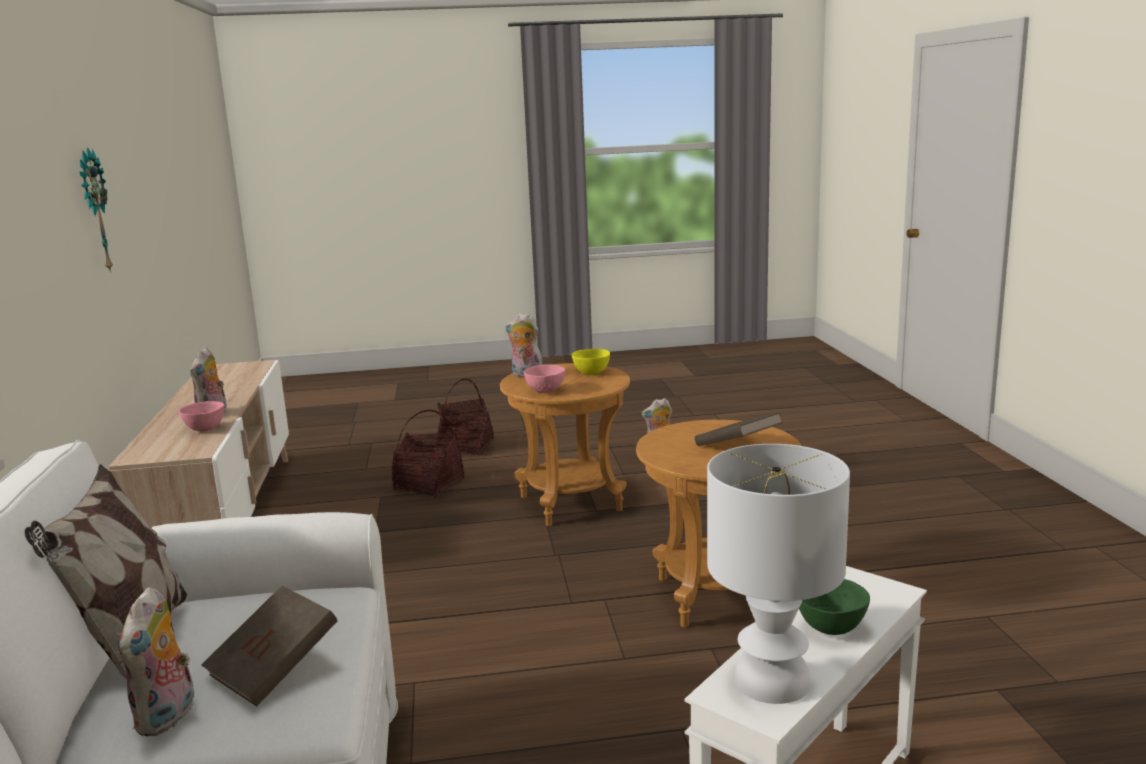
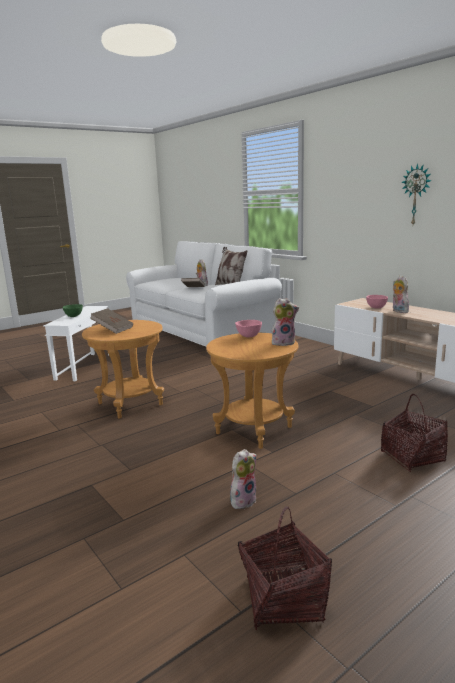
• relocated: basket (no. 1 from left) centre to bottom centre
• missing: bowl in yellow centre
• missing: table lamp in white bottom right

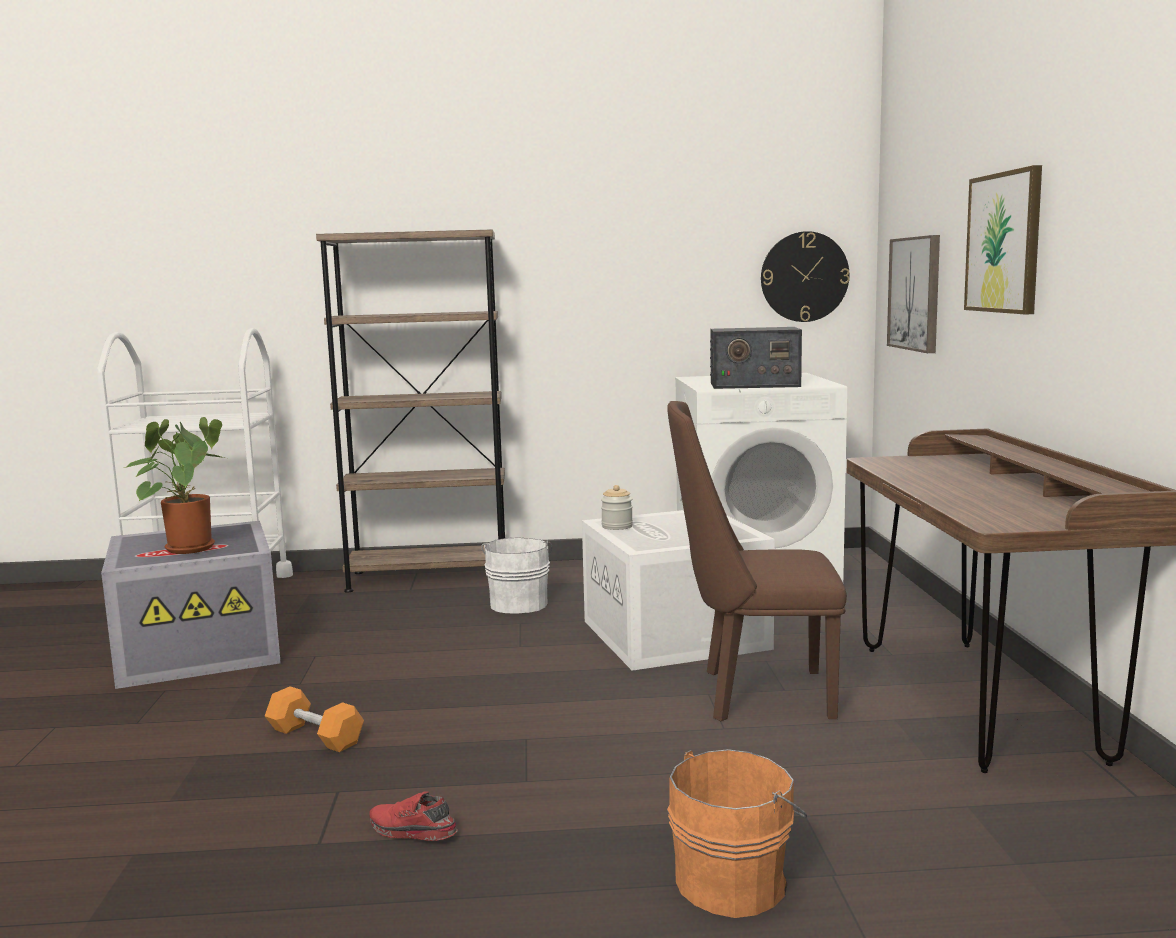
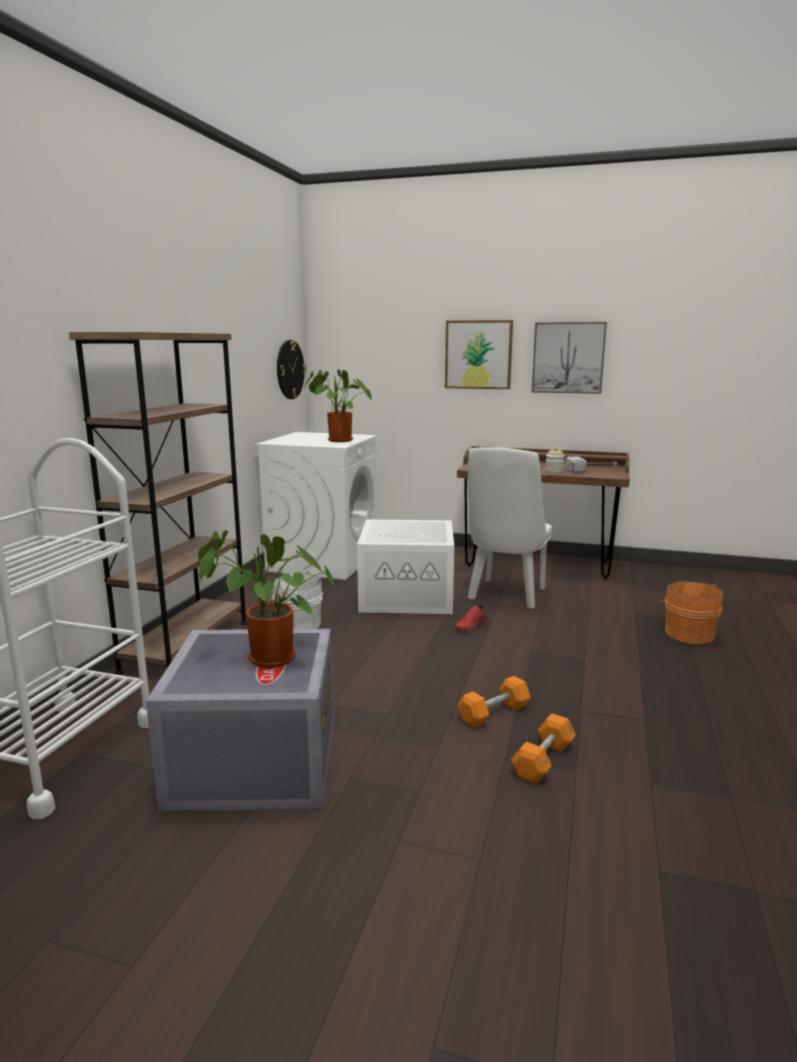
• exchanged: radio centre to potted plant (no. 2 from left) centre
• relocated: shoe in red bottom centre to centre
• colour: chair in brown centre to chair in white centre
• appeared: dumbbell in orange (no. 2 from left) bottom right
• relocated: picture (no. 1 from left in the first image) top right to picture (no. 2 from left) middle right
• relocated: jar centre to middle right
• appeared: hammer middle right

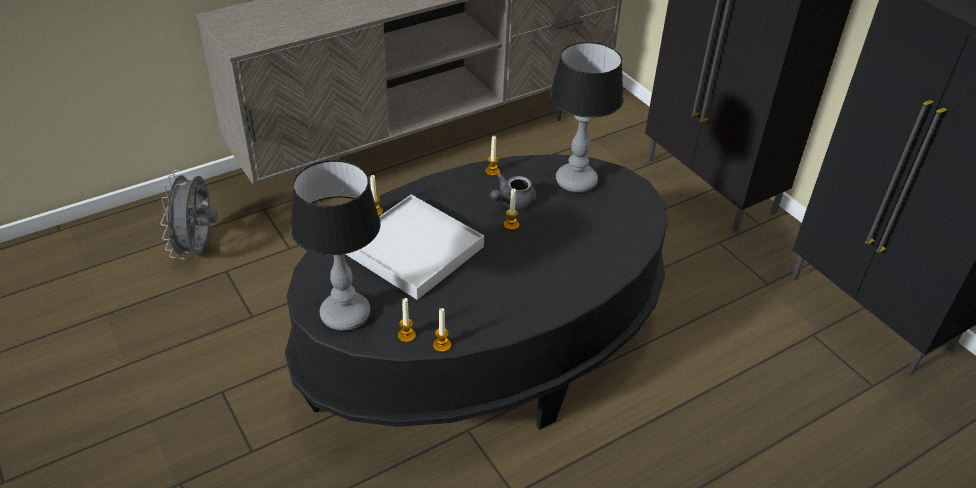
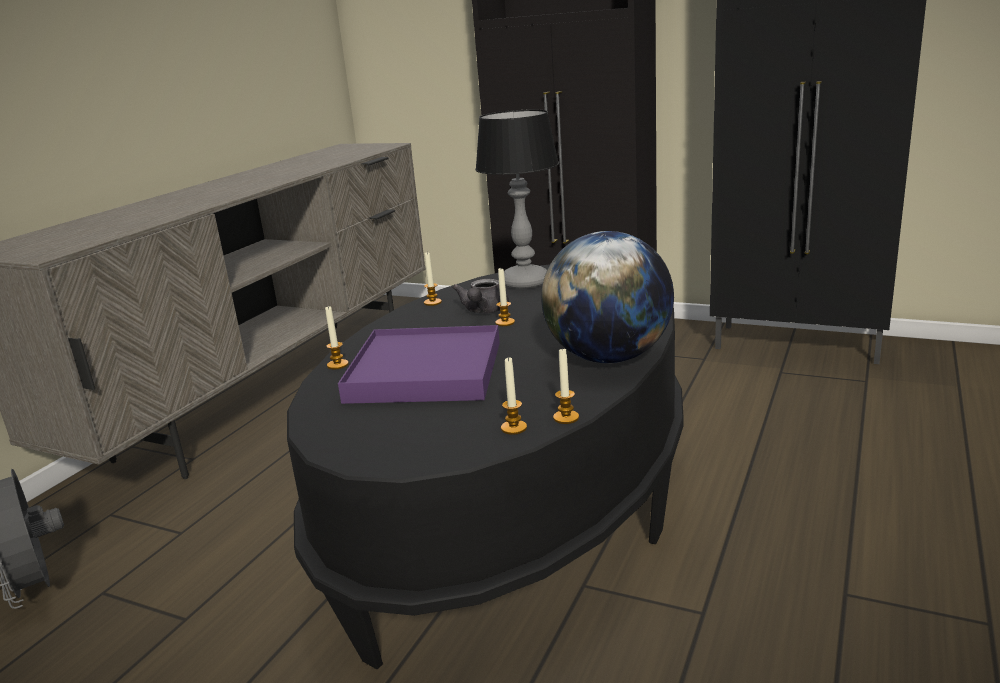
• colour: tray in white centre to tray in purple centre
• appeared: globe centre
• missing: table lamp (no. 1 from left) centre

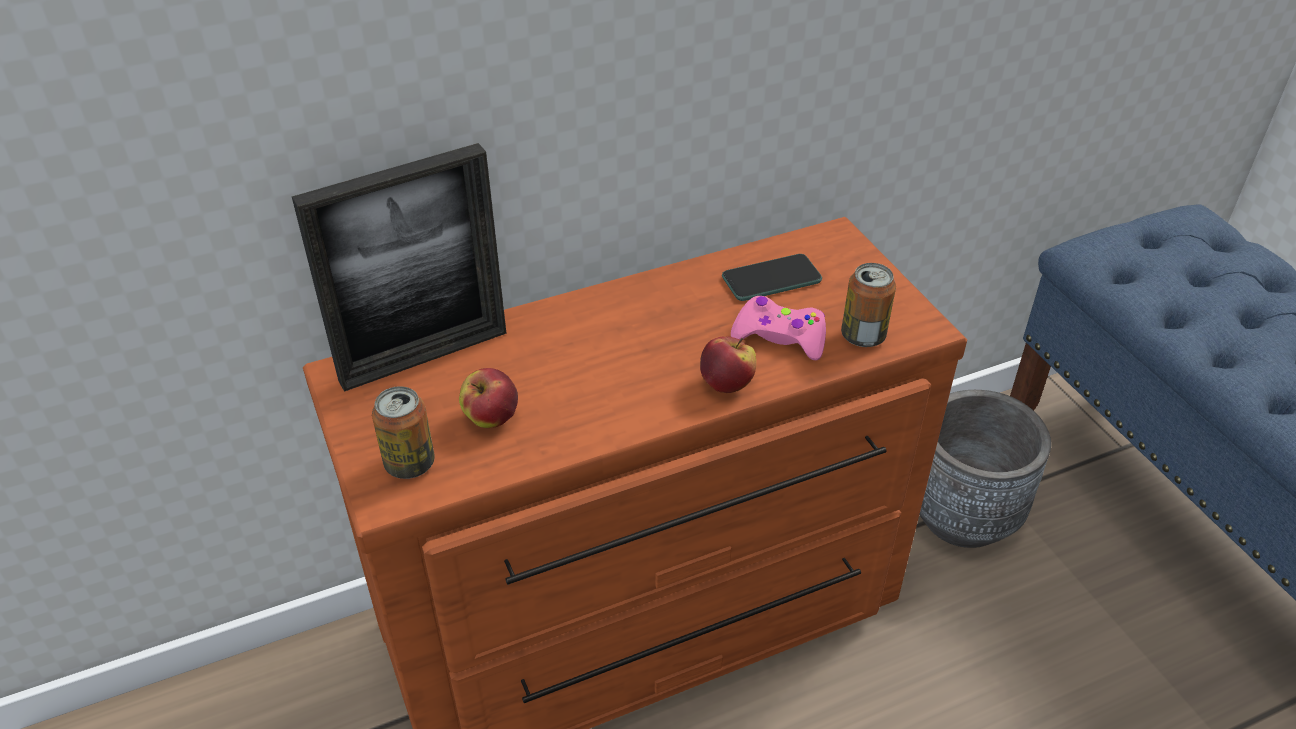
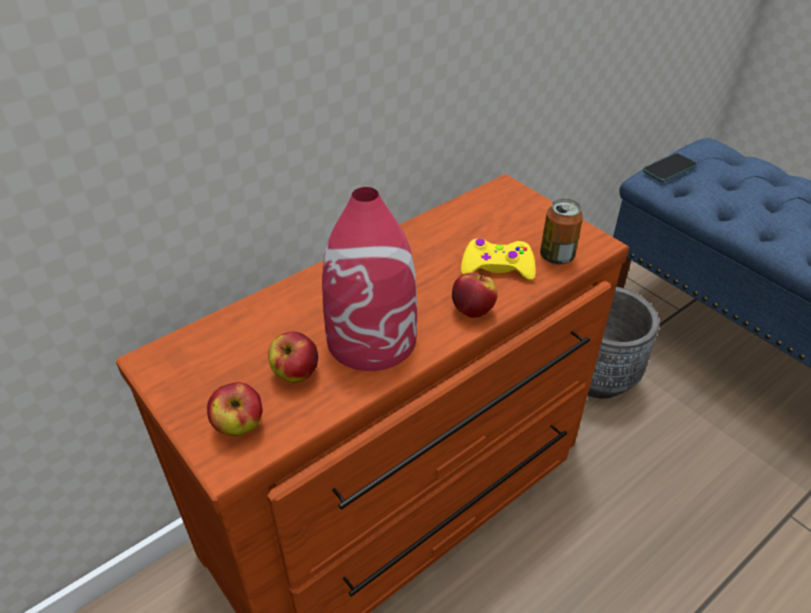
• exchanged: can (no. 1 from left) middle left to apple (no. 1 from left) bottom left
• appeared: vase in red centre
• colour: game controller in pink centre to game controller in yellow centre
• relocated: phone centre to top right
• missing: picture frame middle left

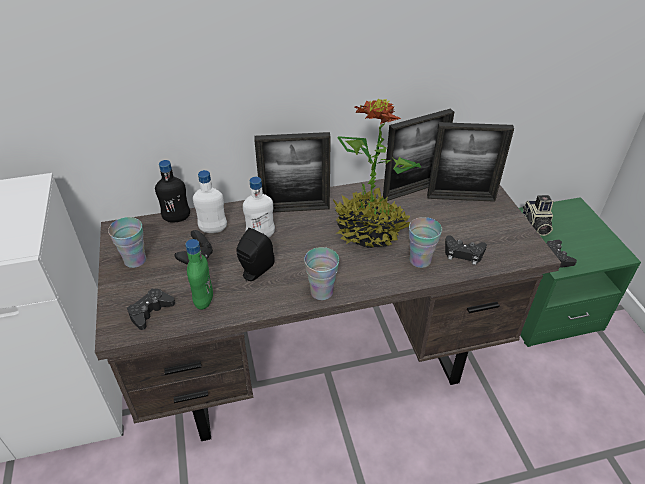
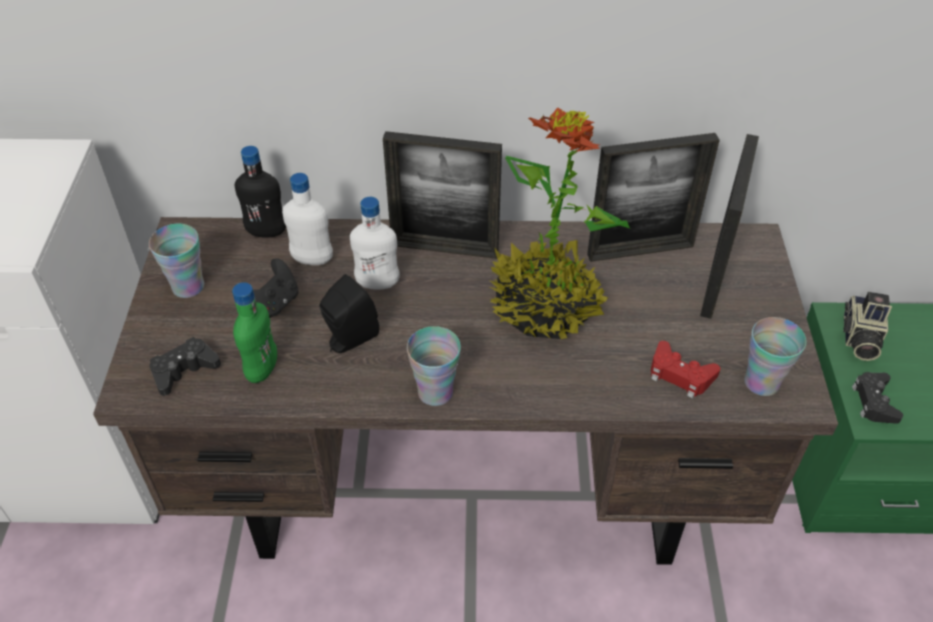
• colour: game controller in black (no. 3 from left) middle right to game controller in red middle right
• spun: picture frame (no. 3 from left) middle right = middle right 90 degrees counterclockwise
• relocated: cup (no. 3 from left) centre to middle right

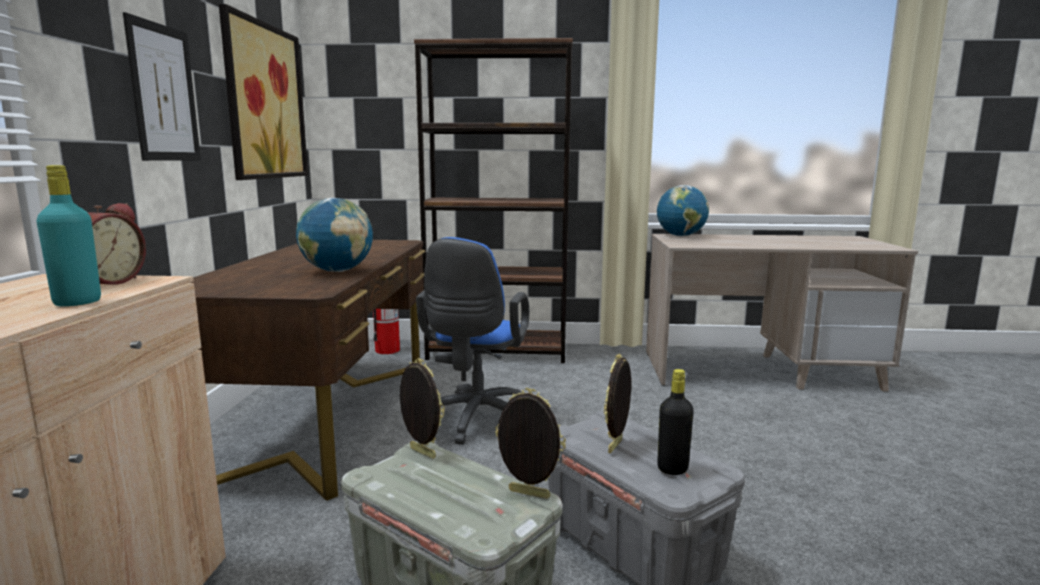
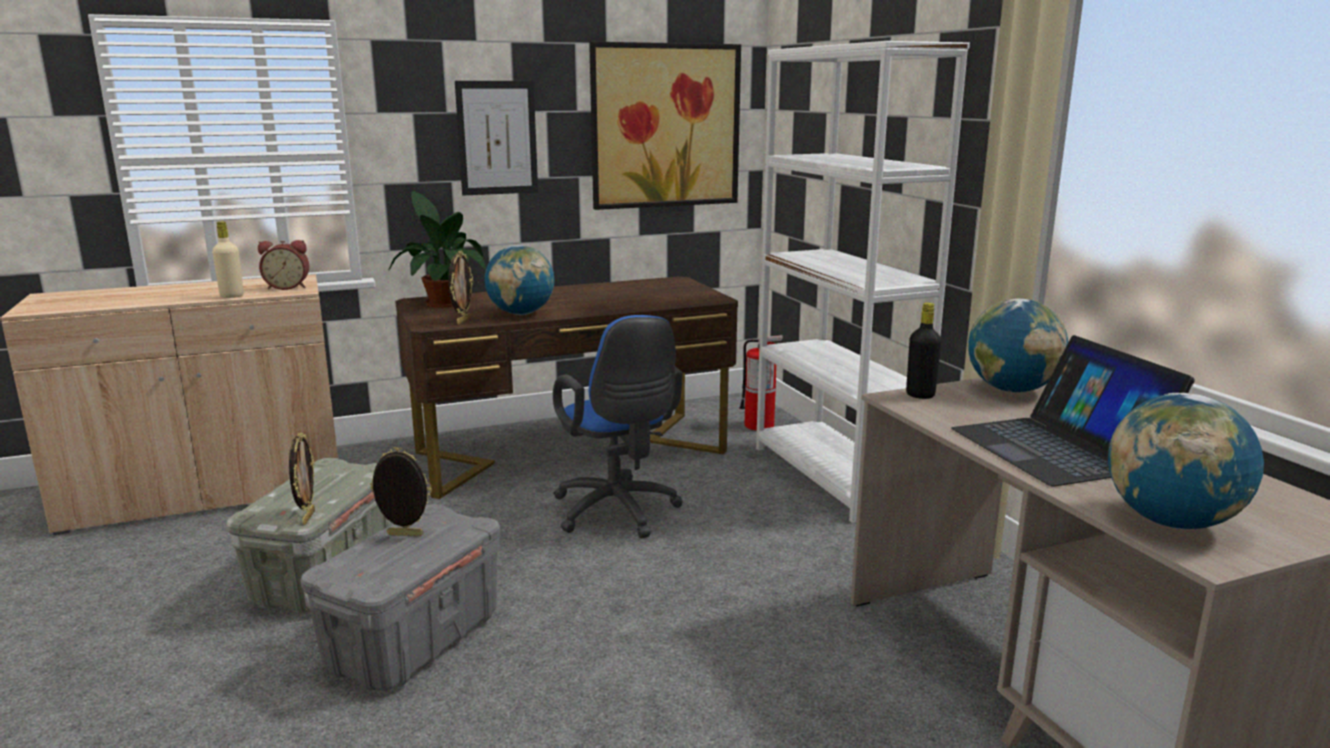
• colour: bottle in turquoise middle left to bottle in beige middle left
• appeared: potted plant top left
• relocated: picture frame (no. 1 from left in the first image) bottom centre to picture frame (no. 3 from left) centre
• spun: office chair in blue centre = centre 105 degrees counterclockwise
• colour: bookcase in brown centre to bookcase in white centre
• relocated: bottle in black bottom centre to middle right
• appeared: laptop middle right
• appeared: globe (no. 3 from left) middle right

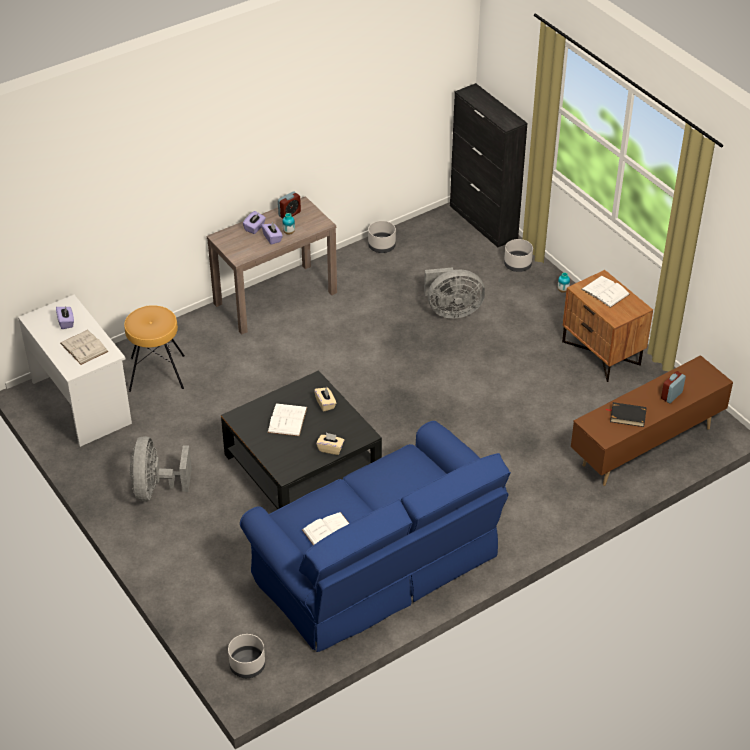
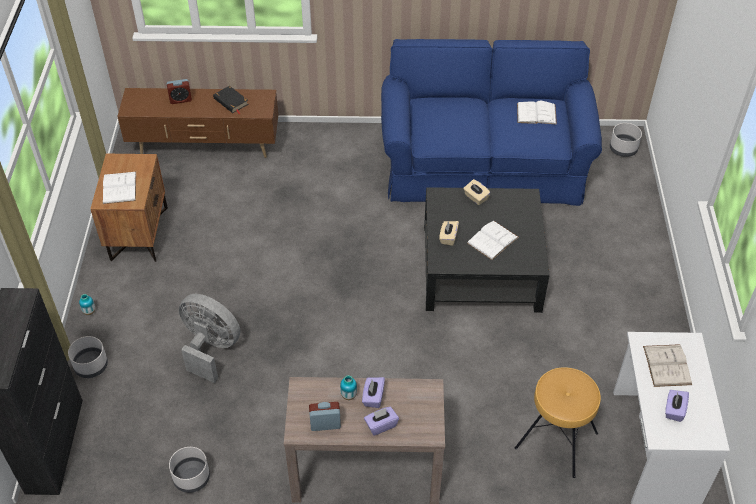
• missing: fan in grey (no. 1 from left) middle left

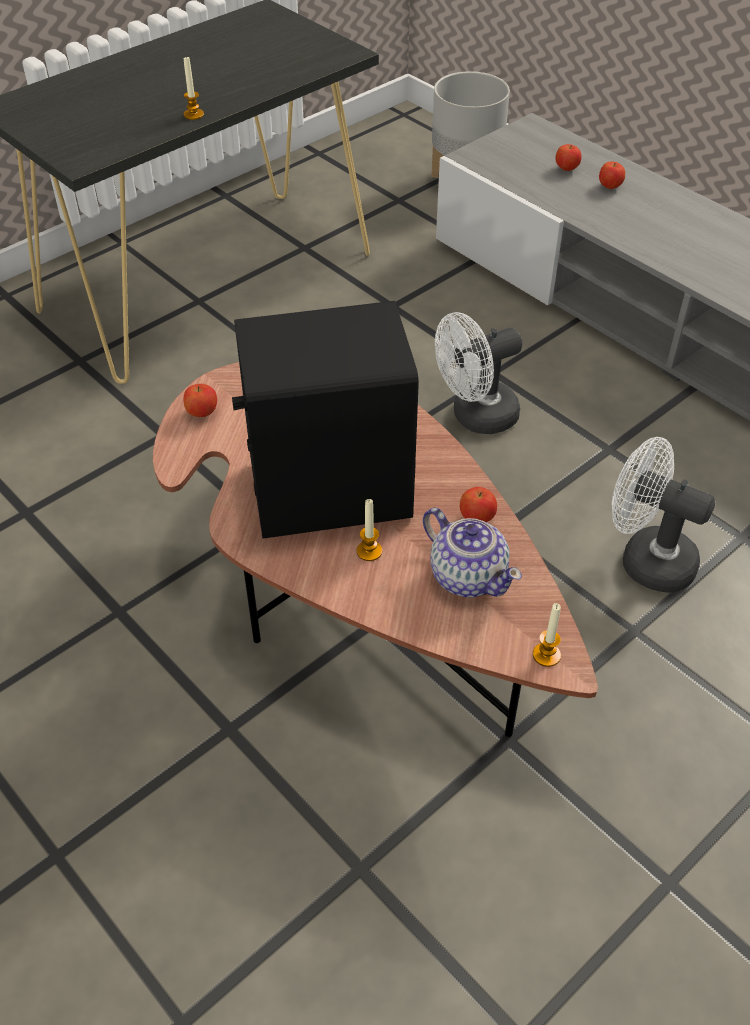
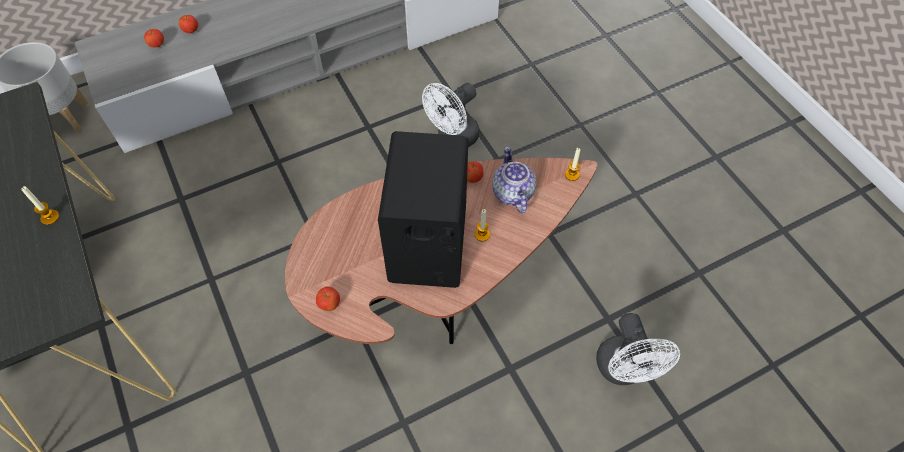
• spun: teapot centre = centre 75 degrees counterclockwise
• relocated: fan in white (no. 1 from left in the first image) centre to fan in white (no. 2 from left) bottom right

